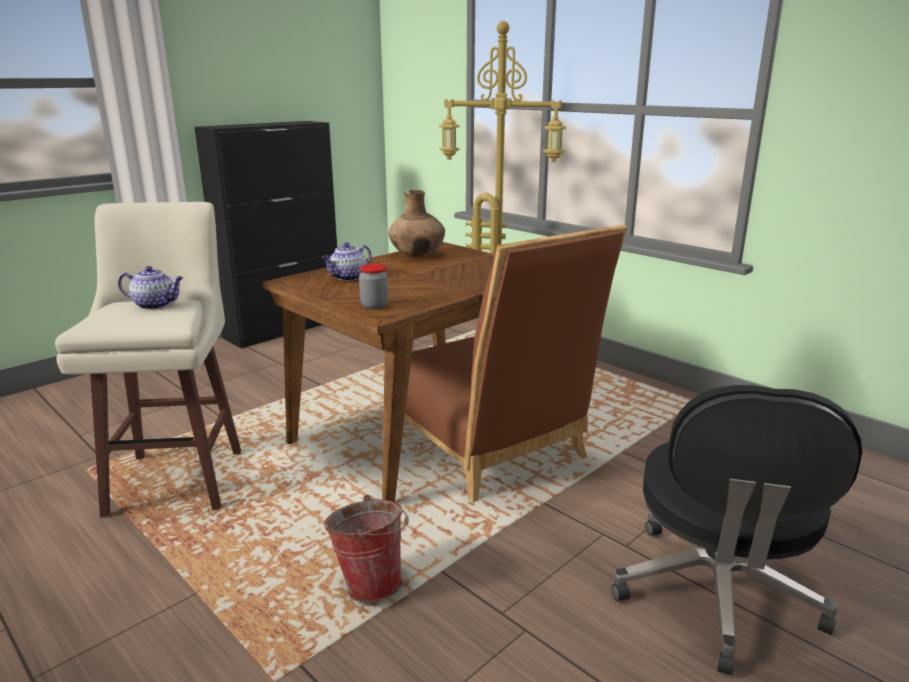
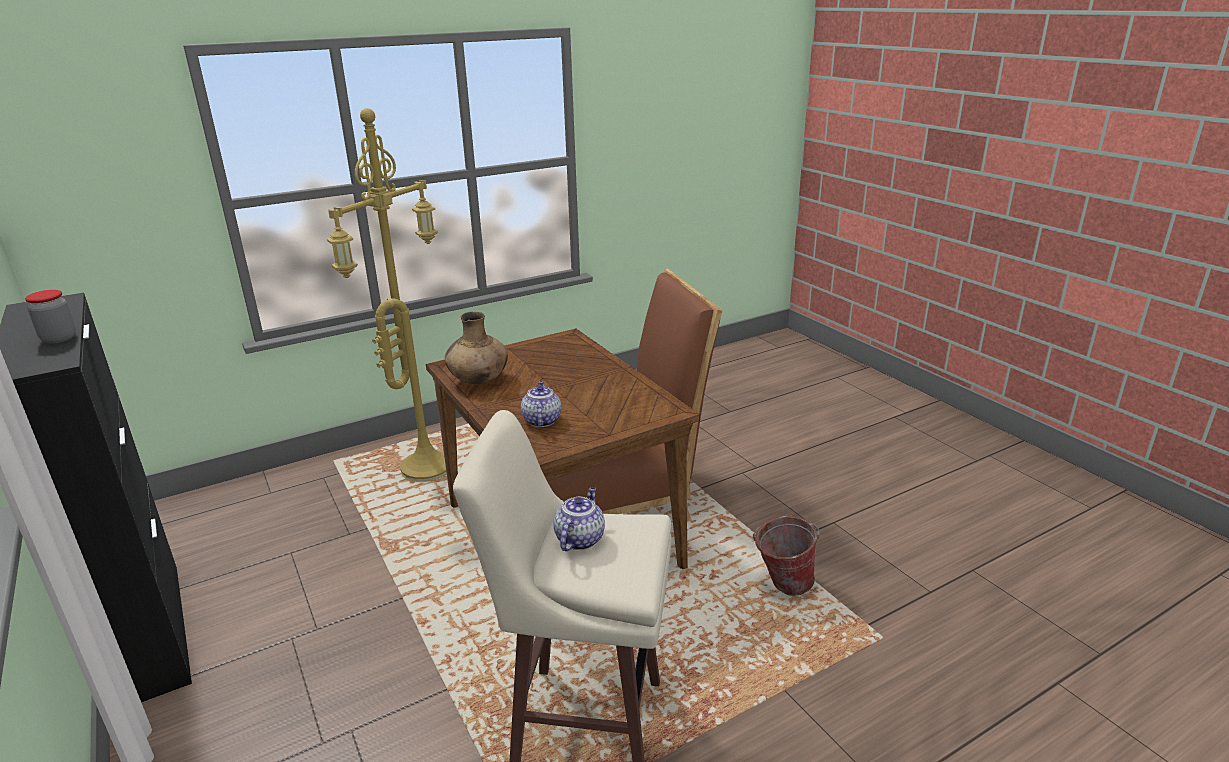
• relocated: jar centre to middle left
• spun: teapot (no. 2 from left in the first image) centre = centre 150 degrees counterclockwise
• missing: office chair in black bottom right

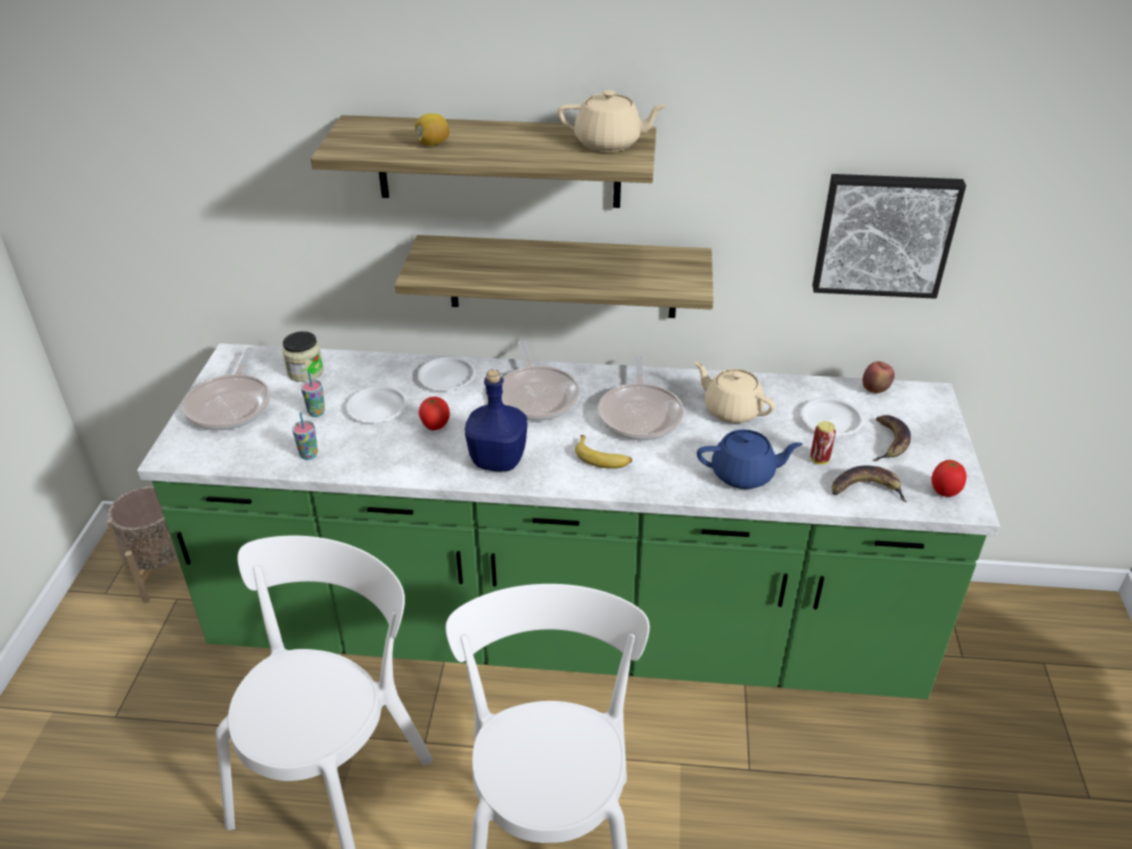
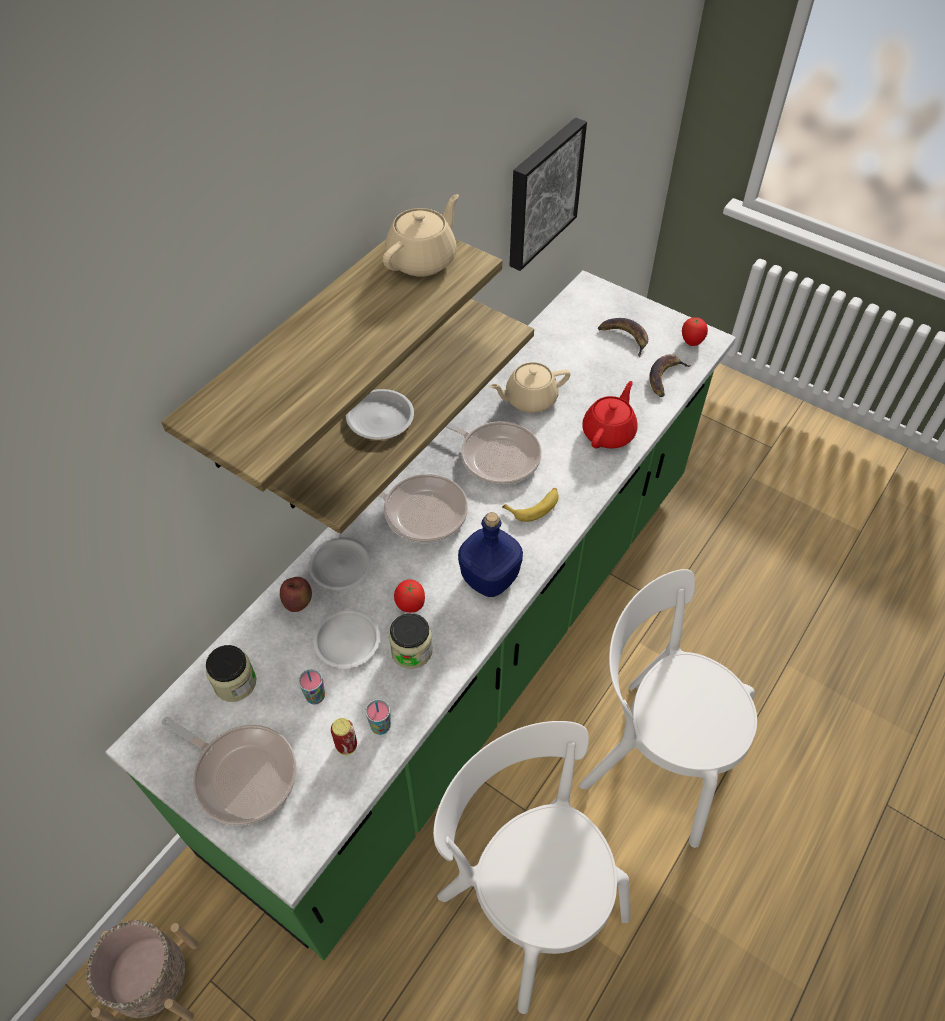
• relocated: apple middle right to middle left
• relocated: can middle right to bottom centre
• relocated: plate in white (no. 3 from left) middle right to centre
• appeared: jar (no. 2 from left) centre
• colour: teapot in blue centre to teapot in red centre
• missing: lemon top centre

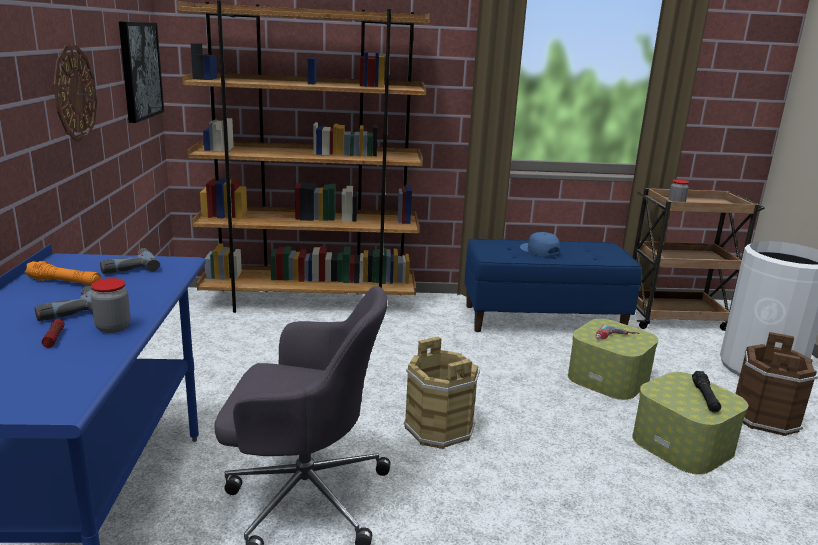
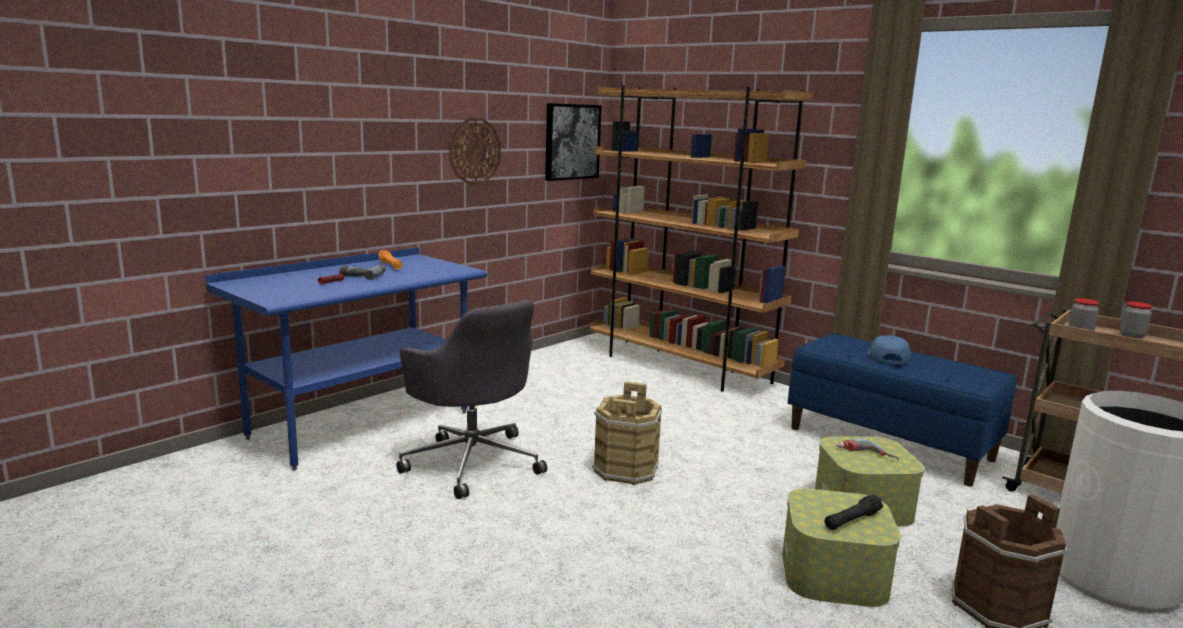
• relocated: jar (no. 1 from left in the first image) middle left to jar (no. 2 from left) middle right
• missing: power drill (no. 2 from left) middle left

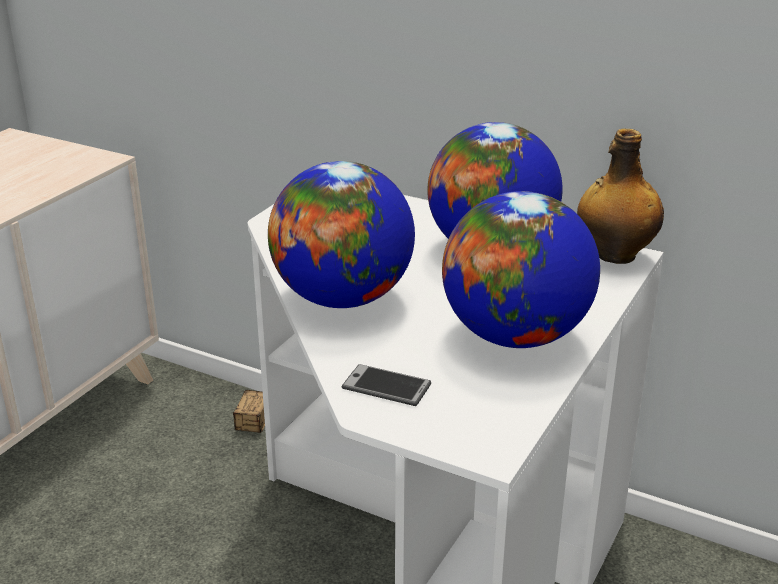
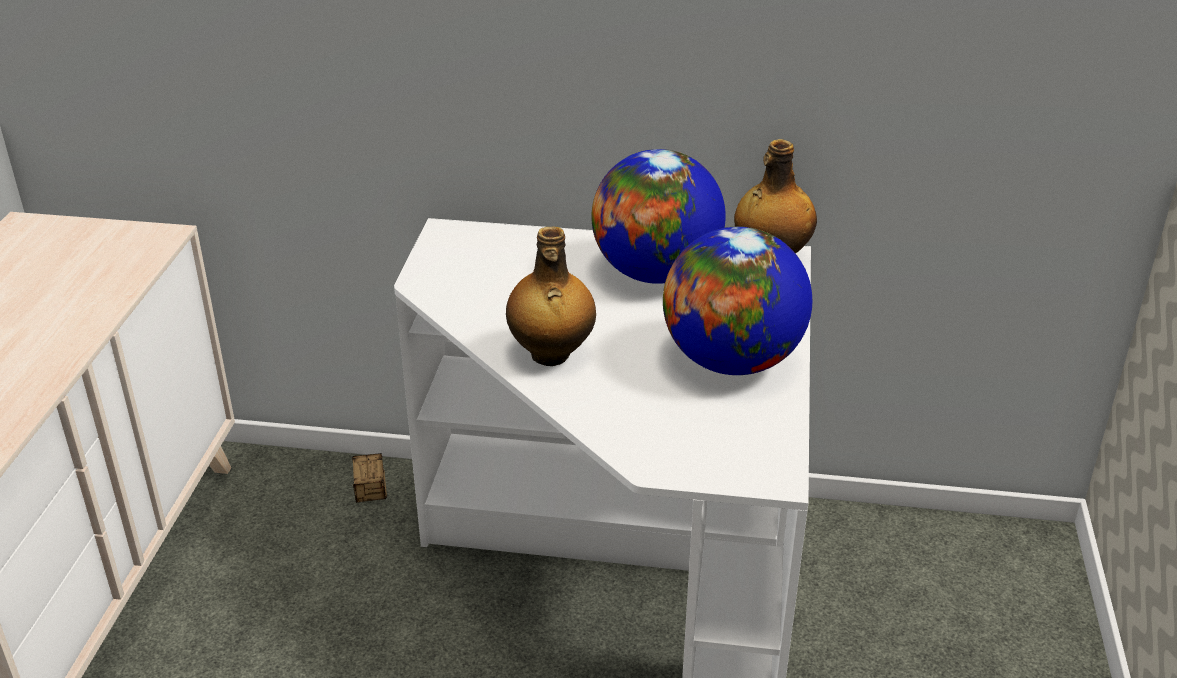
• exchanged: globe (no. 1 from left) centre to bottle (no. 1 from left) centre
• missing: phone centre

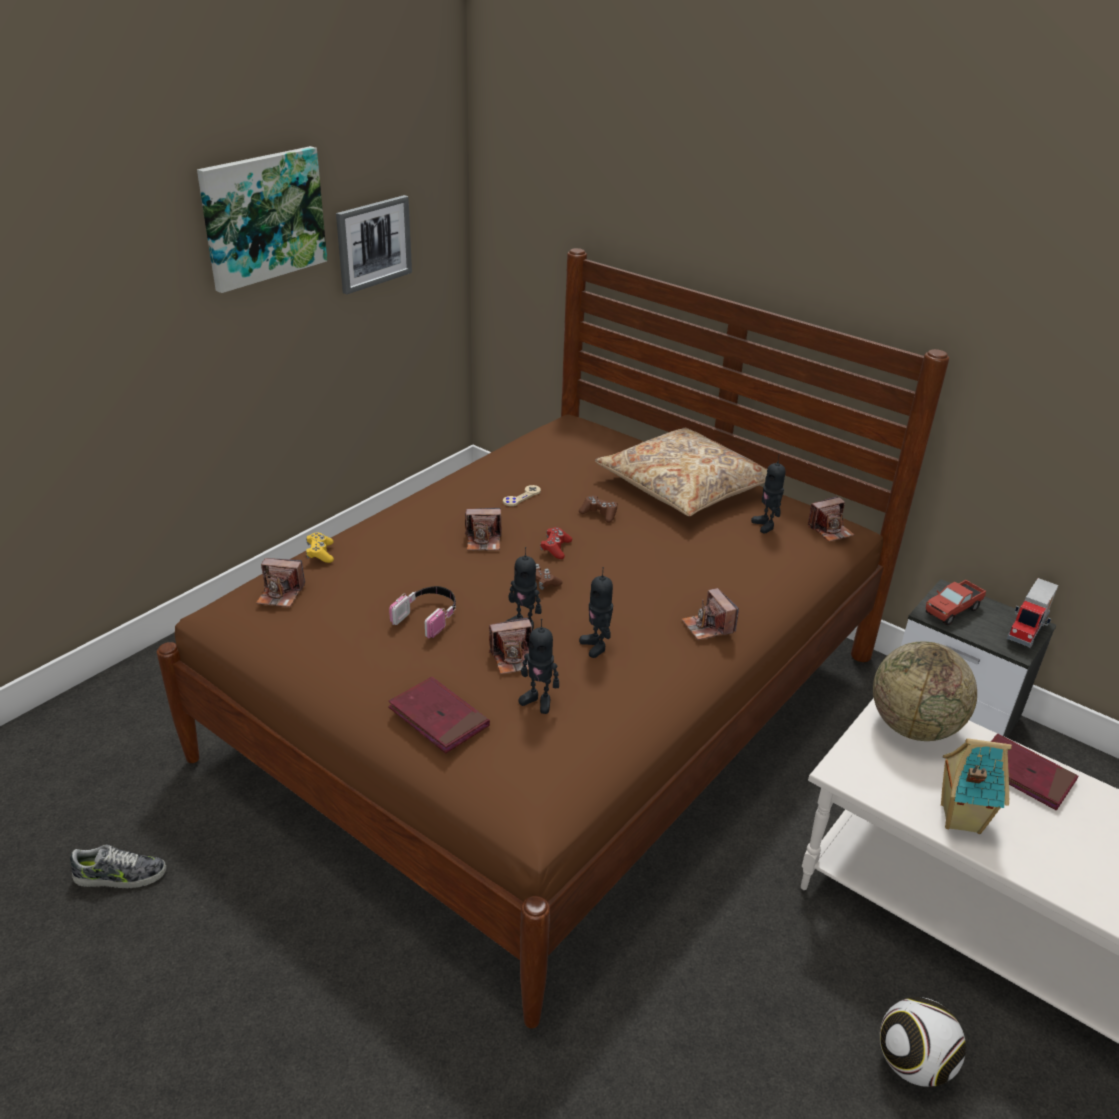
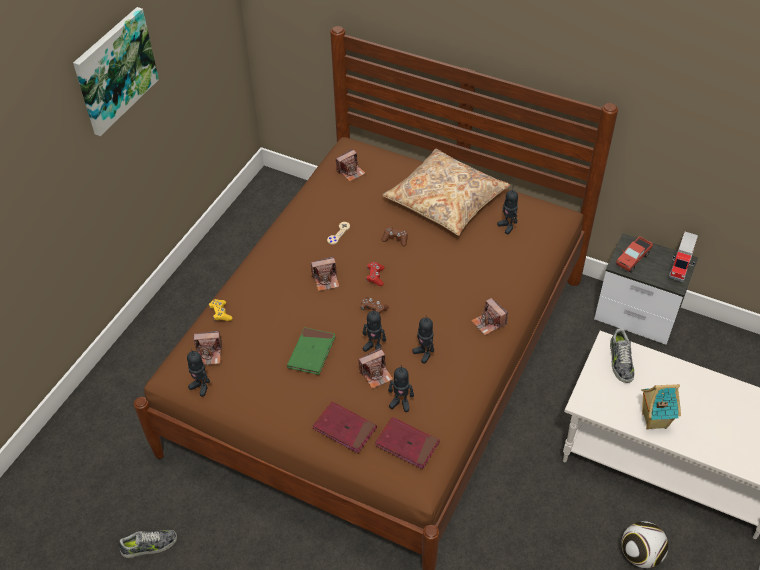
• appeared: toy robot (no. 1 from left) middle left
• exchanged: headphones centre to book in green centre
• relocated: photo camera (no. 5 from left in the first image) middle right to photo camera (no. 3 from left) top centre
• relocated: book in red (no. 2 from left) bottom right to bottom centre
• exchanged: globe middle right to shoe (no. 2 from left) middle right
• missing: picture (no. 2 from left) top centre

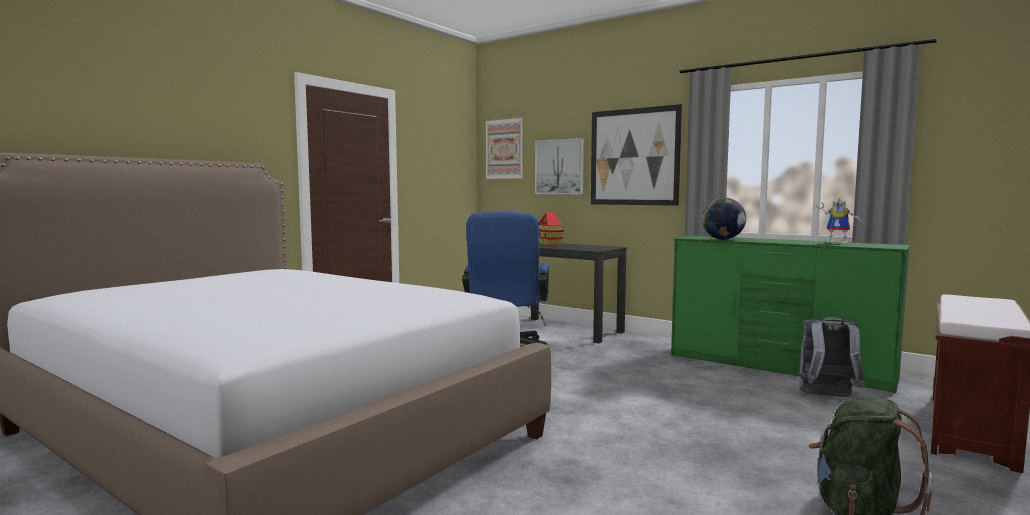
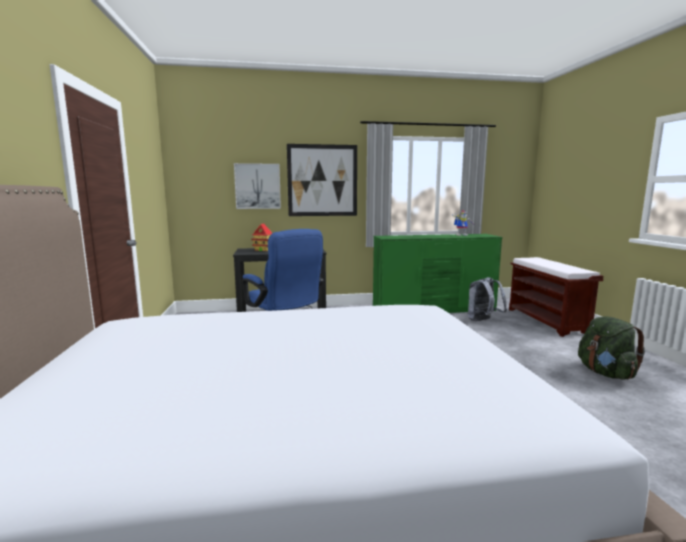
• missing: picture (no. 1 from left) top centre
• missing: globe middle right

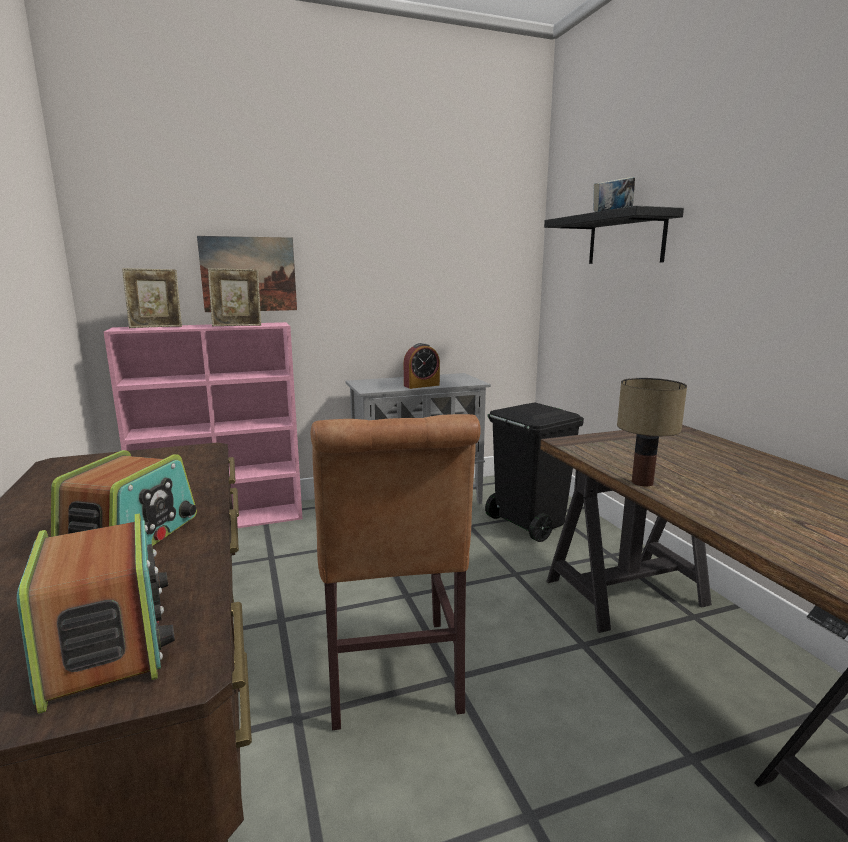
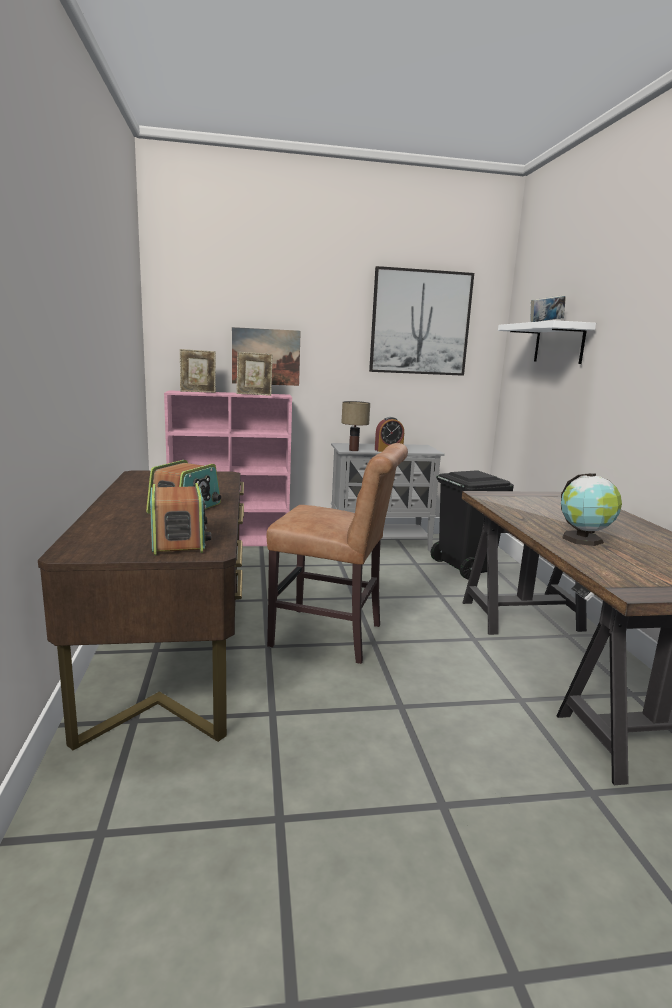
• spun: chair in brown bottom centre = centre 75 degrees counterclockwise
• relocated: table lamp middle right to centre
• appeared: picture (no. 2 from left) top centre
• colour: shelf in black top right to shelf in white middle right
• appeared: globe middle right

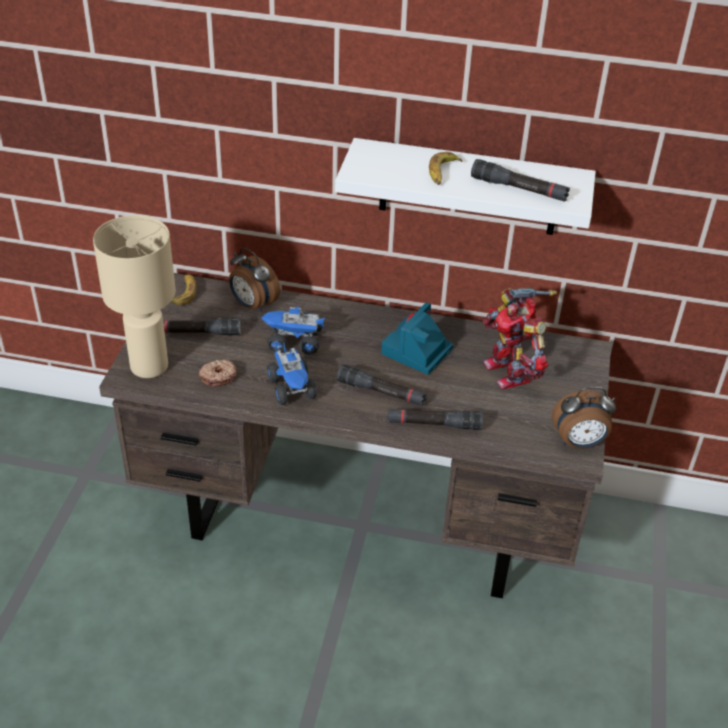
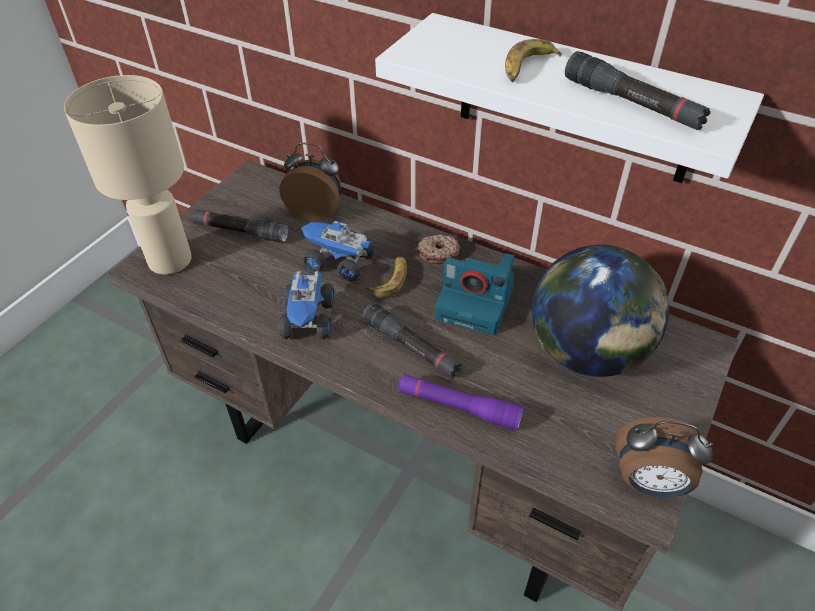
• spun: alarm clock (no. 1 from left) centre = top centre 135 degrees clockwise
• relocated: banana (no. 1 from left) middle left to centre
• colour: flashlight in black (no. 3 from left) centre to flashlight in purple centre
• relocated: donut middle left to centre
• spun: photo camera centre = centre 120 degrees counterclockwise
• exchanged: toy robot middle right to globe middle right

